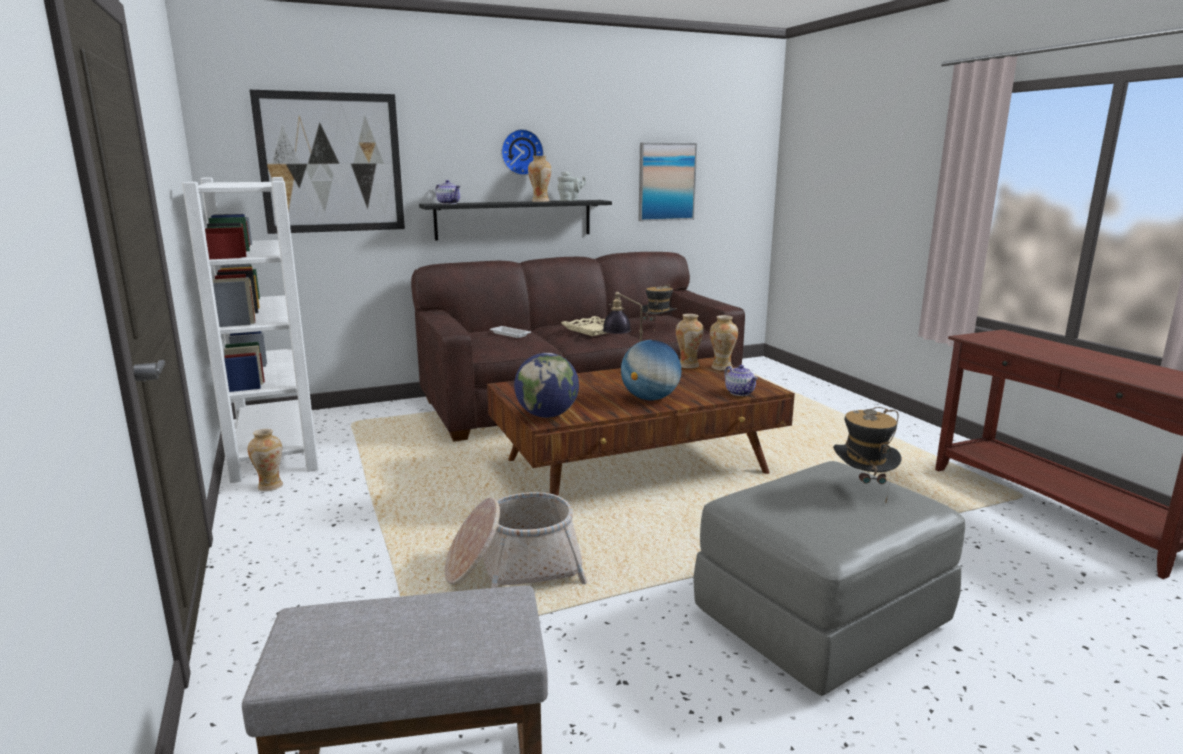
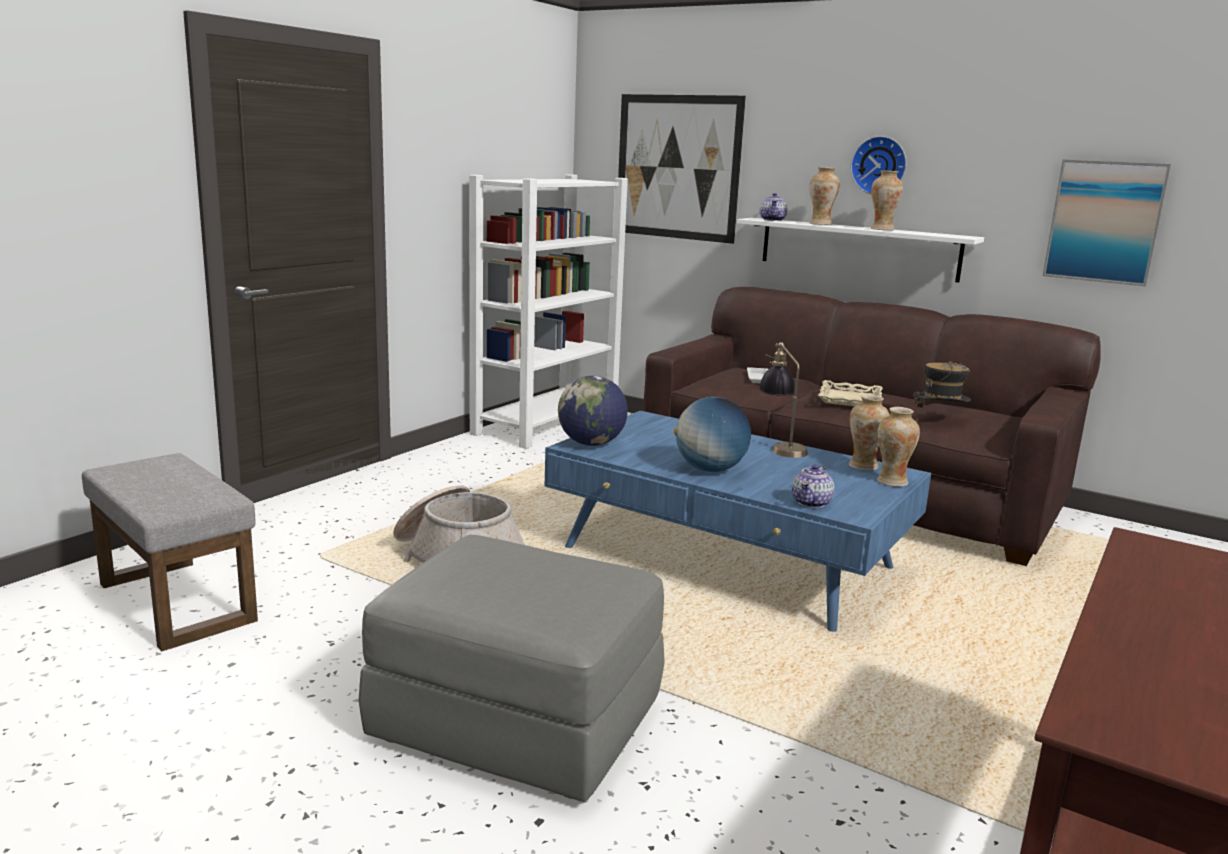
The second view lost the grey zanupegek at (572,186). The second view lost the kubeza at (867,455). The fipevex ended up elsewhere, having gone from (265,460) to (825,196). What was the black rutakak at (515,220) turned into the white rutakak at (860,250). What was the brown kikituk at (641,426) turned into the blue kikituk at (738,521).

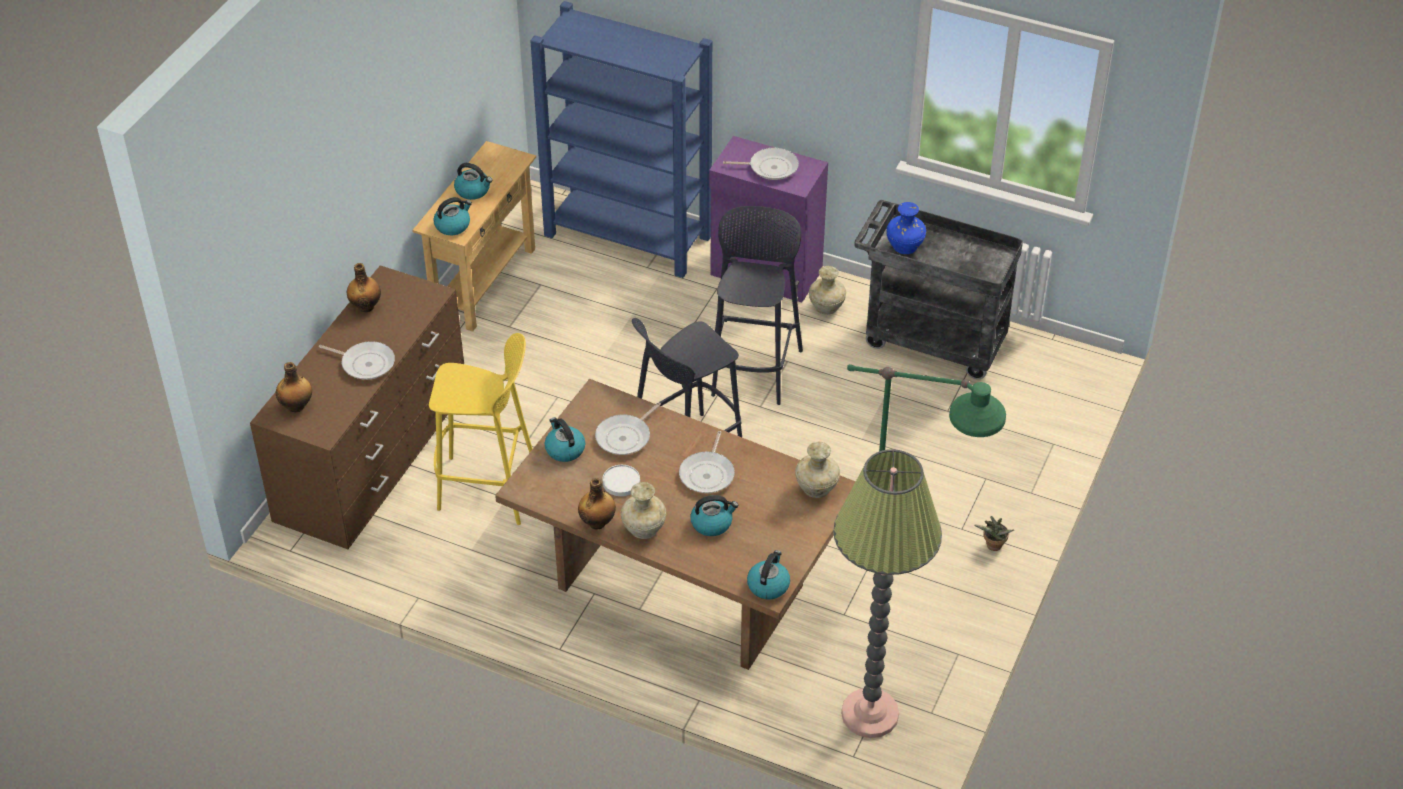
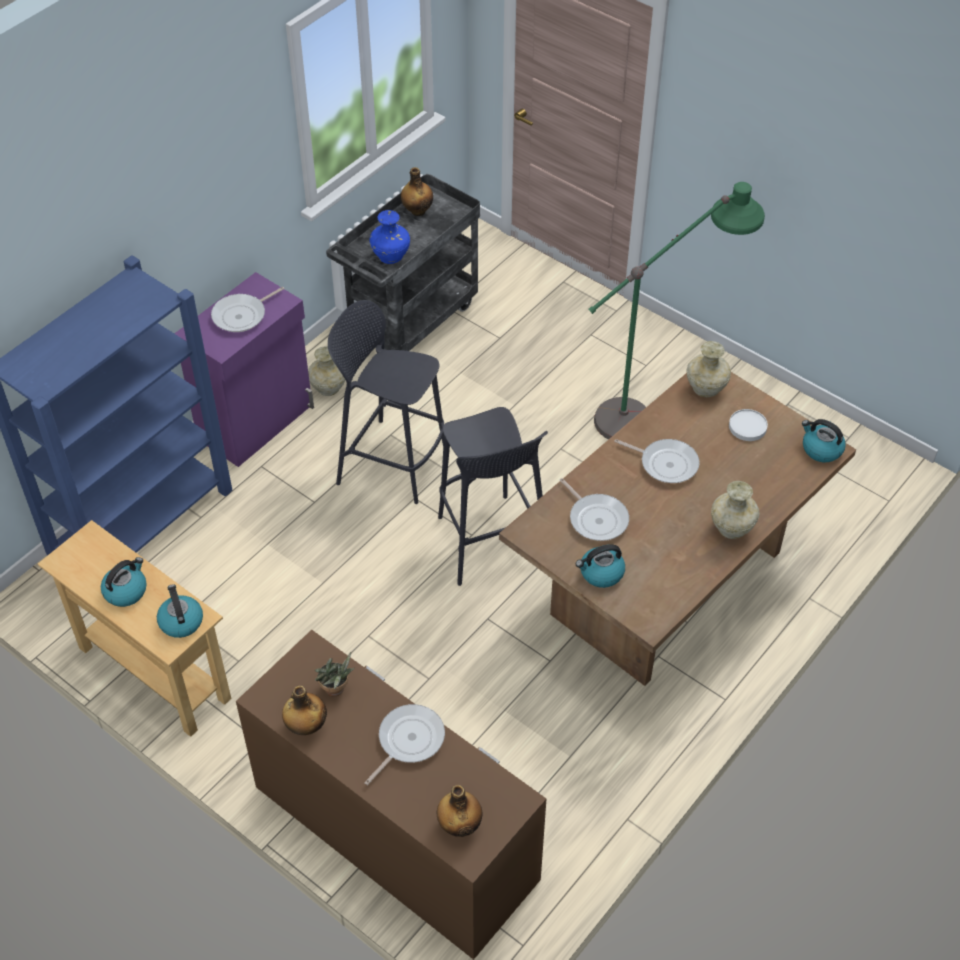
The second view lost the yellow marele at (481,429). The second view lost the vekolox at (714,515). The second view lost the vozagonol at (887,593). The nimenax ended up elsewhere, having gone from (597,503) to (417,191). The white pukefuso ended up elsewhere, having gone from (621,480) to (748,425). The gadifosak ended up elsewhere, having gone from (994,533) to (335,674). The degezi at (761,164) ended up facing another way, 150 degrees counterclockwise from before.

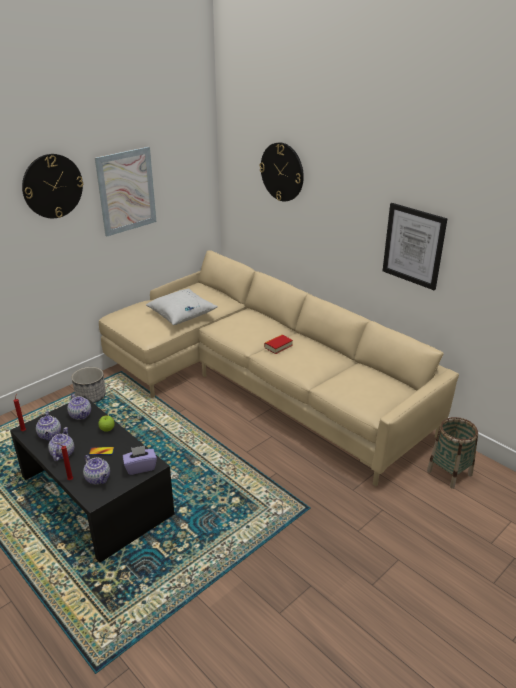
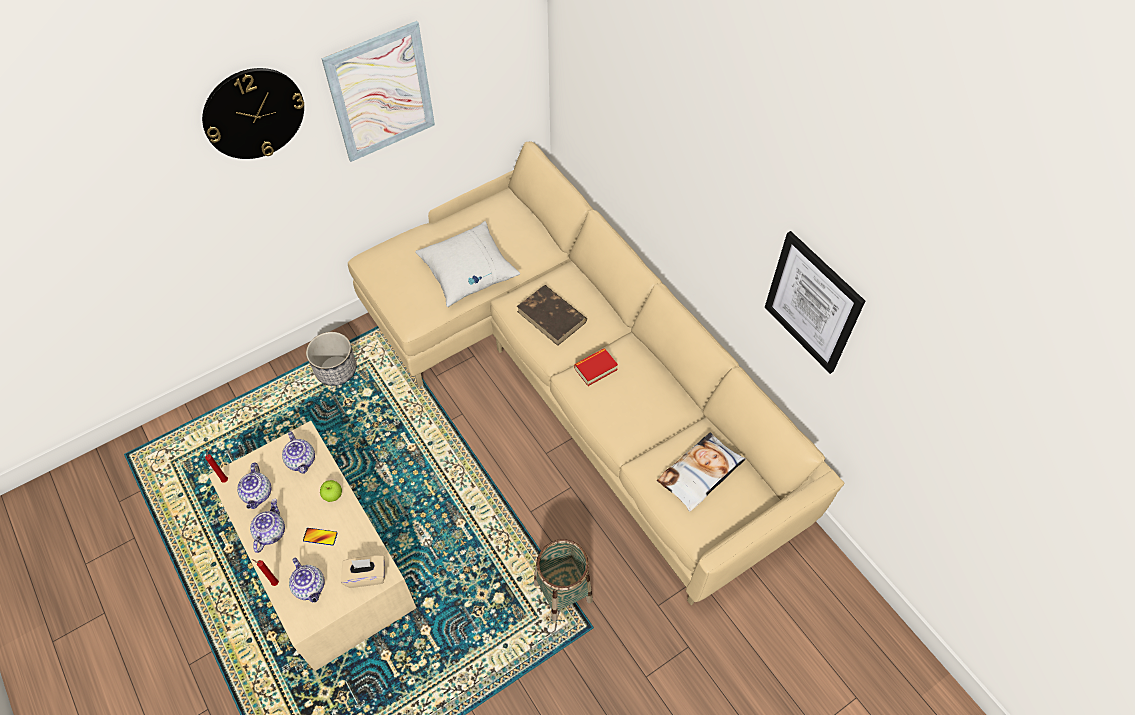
The second view lost the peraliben at (282,172). The second view gained the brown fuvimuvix at (552,315). The second view gained the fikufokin at (701,471). The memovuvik ended up elsewhere, having gone from (452,453) to (563,580). What was the black kikituk at (92,479) turned into the beige kikituk at (312,546). What was the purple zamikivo at (140,460) turned into the beige zamikivo at (363,571).

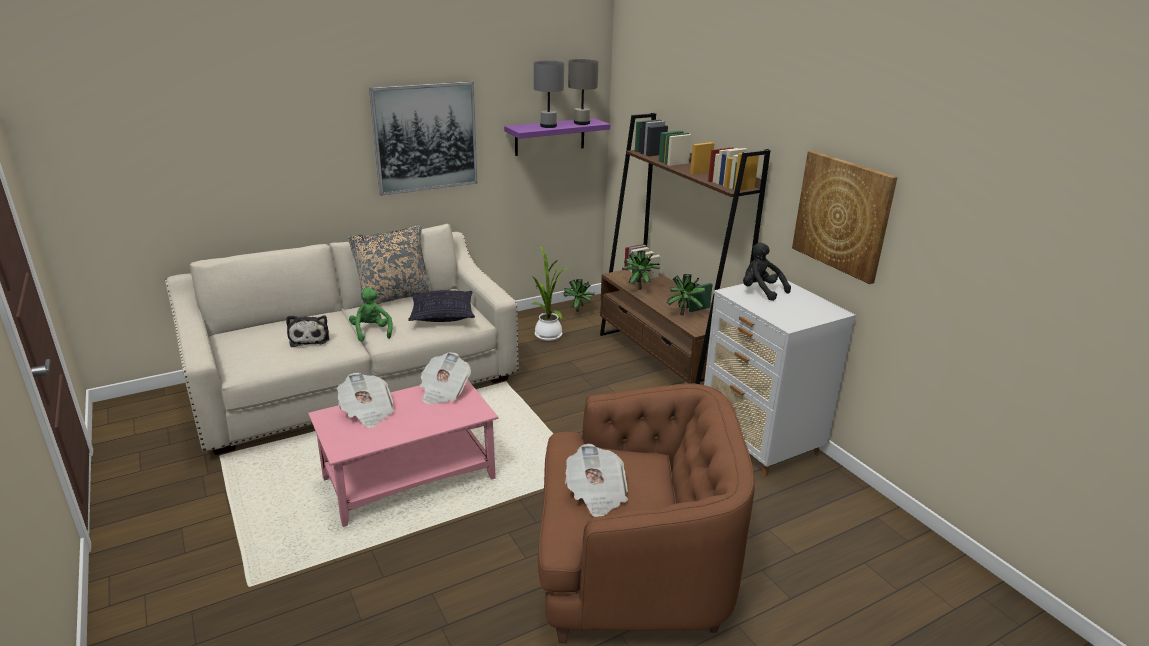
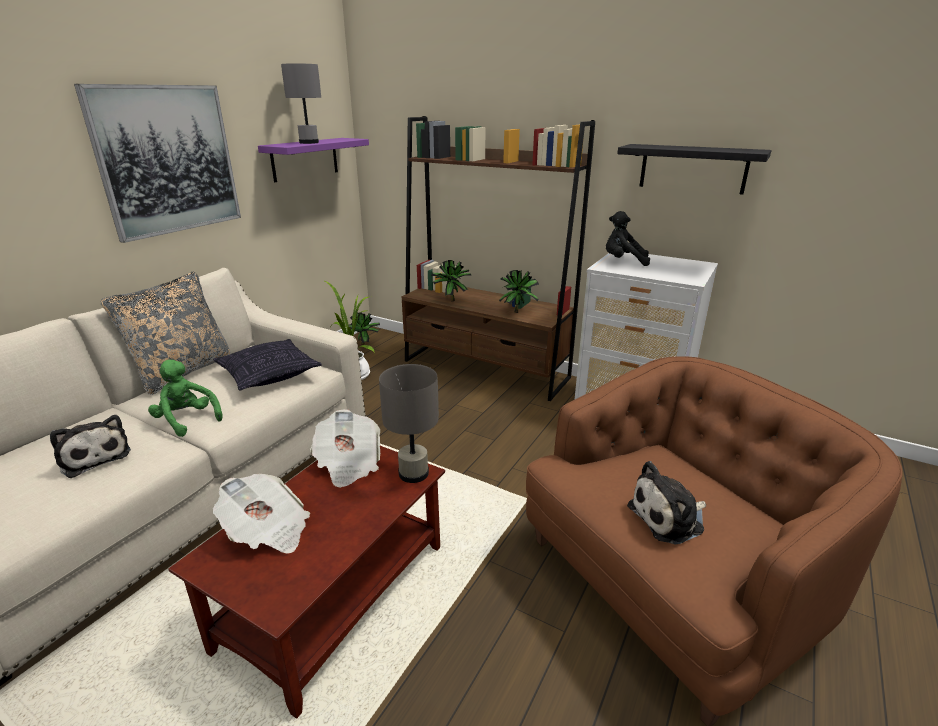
The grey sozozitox ended up elsewhere, having gone from (583,92) to (409,423). Where the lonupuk stood at (596,480), the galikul came to stand at (666,502). Where the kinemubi hung at (845,217), the black rutakak came to hang at (694,169). What was the pink kikituk at (403,453) turned into the brown kikituk at (306,582).

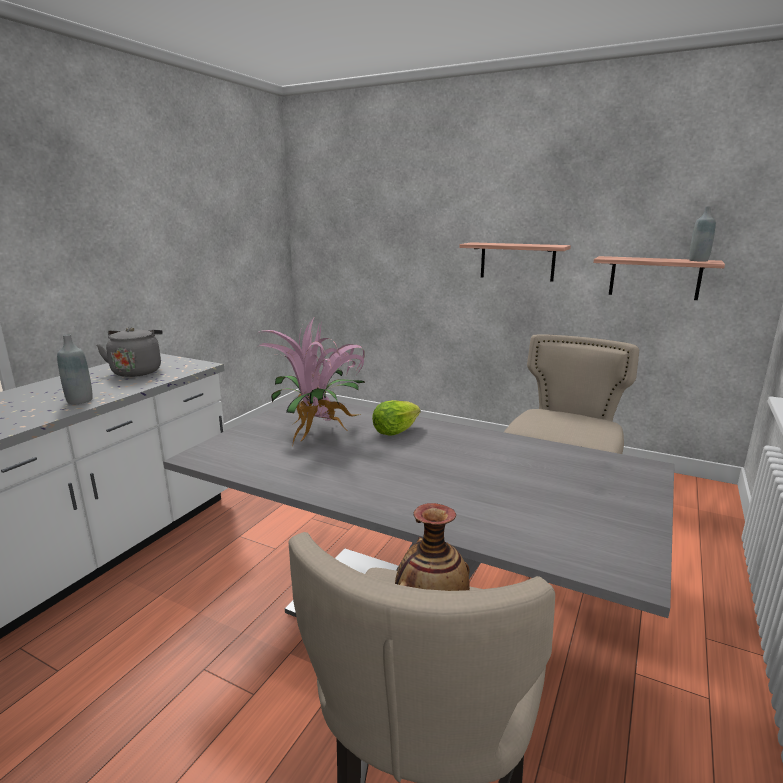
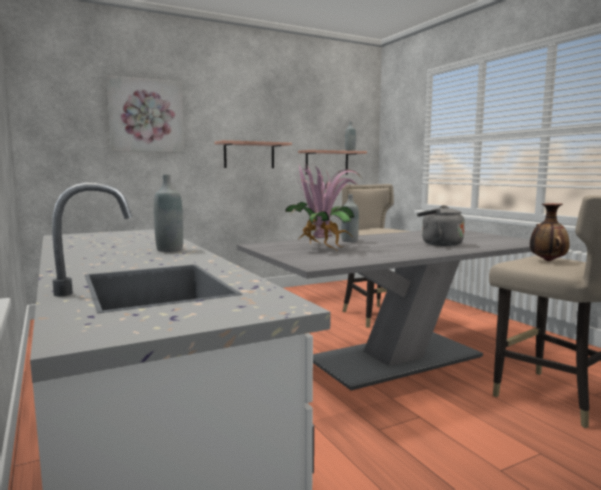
The second view gained the kinemubi at (145,114). The grey vekolox ended up elsewhere, having gone from (129,352) to (441,225). Where the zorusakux stood at (396,418), the grey nimenax came to stand at (350,218).

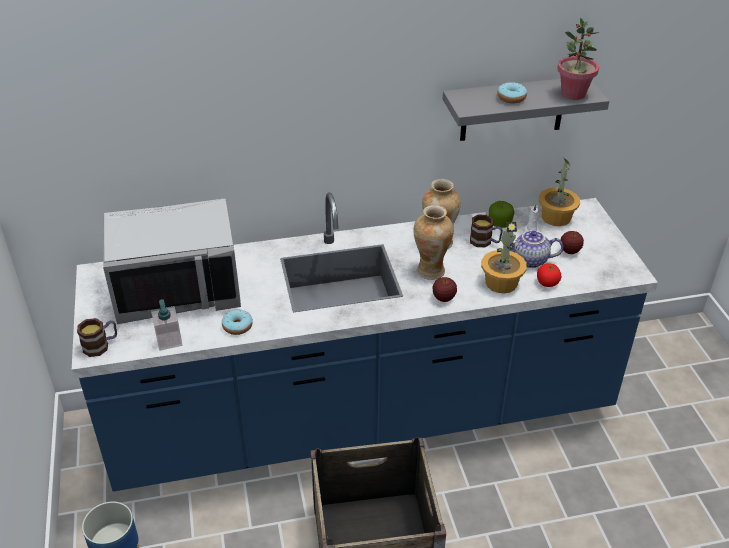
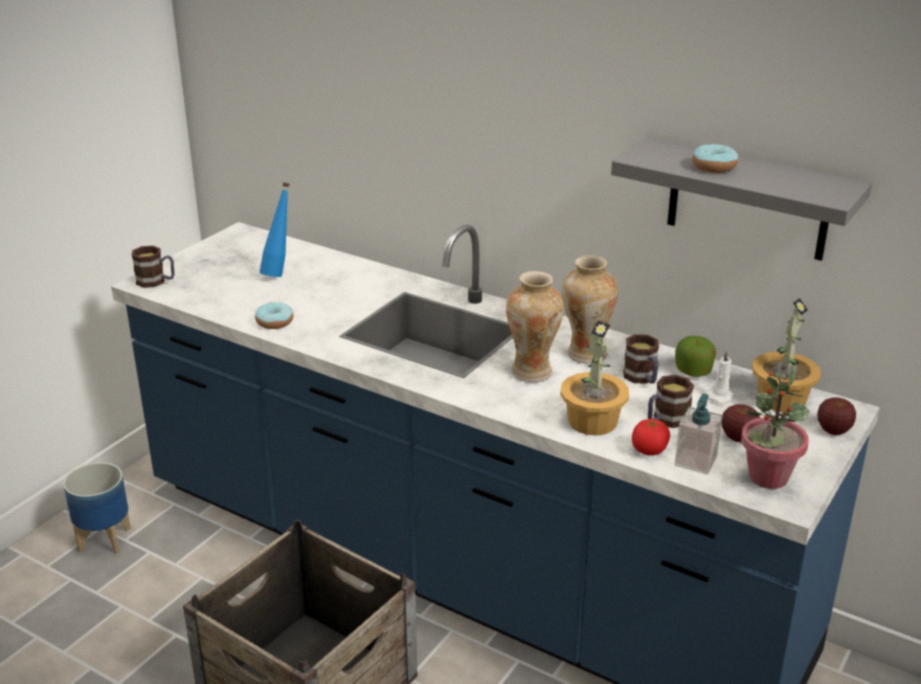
The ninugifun ended up elsewhere, having gone from (166,325) to (698,434). The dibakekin ended up elsewhere, having gone from (444,289) to (836,416). The gadifosak ended up elsewhere, having gone from (578,59) to (775,427). Where the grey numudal stood at (172,261), the blue nimenax came to stand at (275,229). Where the zanupegek stood at (536,249), the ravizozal came to stand at (671,401).

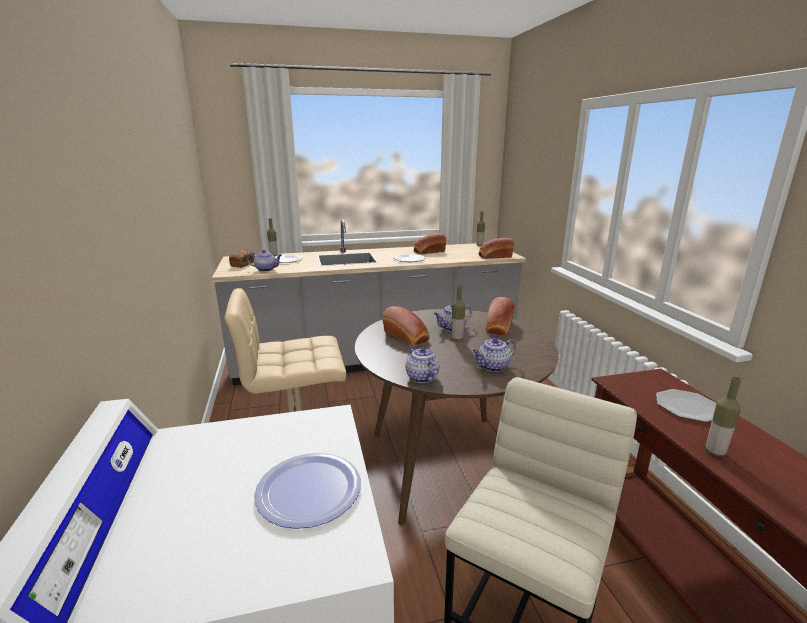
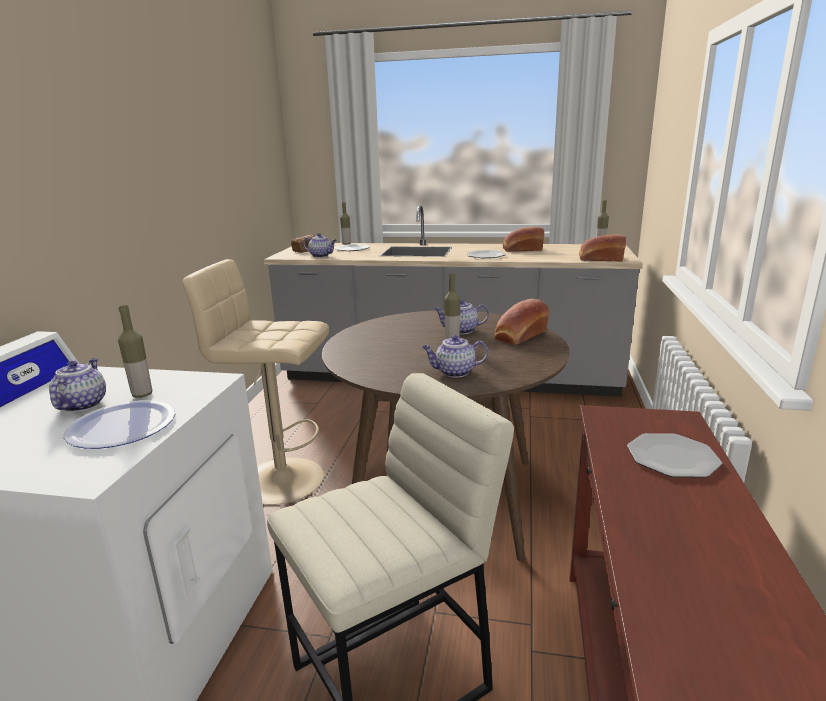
The second view lost the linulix at (406,326). The zanupegek ended up elsewhere, having gone from (423,364) to (77,385). The nimenax ended up elsewhere, having gone from (723,417) to (135,351).

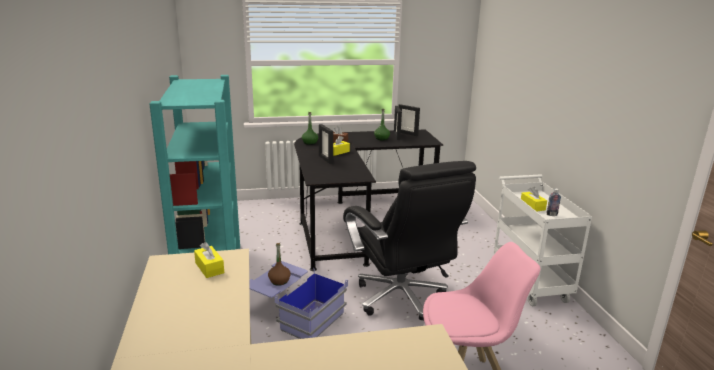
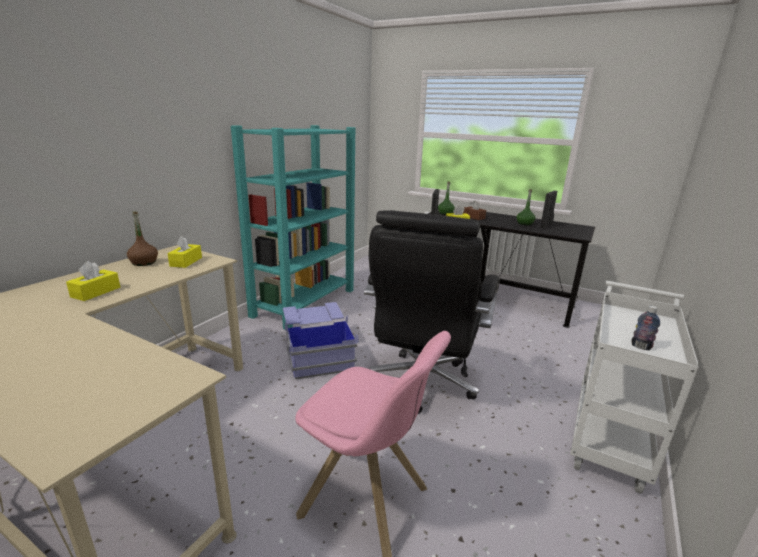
The second view lost the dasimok at (409,120). The brown nimenax ended up elsewhere, having gone from (279,264) to (142,239). The yellow zamikivo ended up elsewhere, having gone from (534,199) to (93,281).

